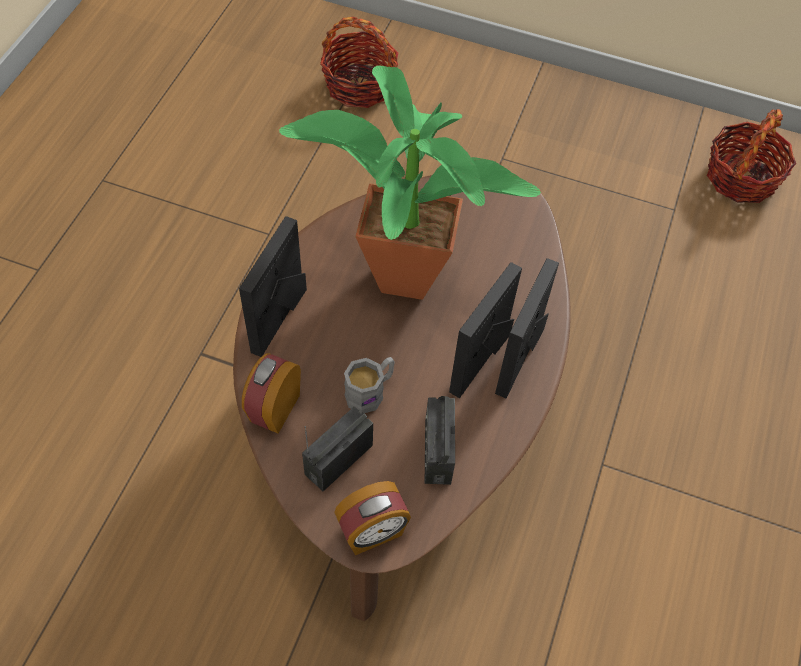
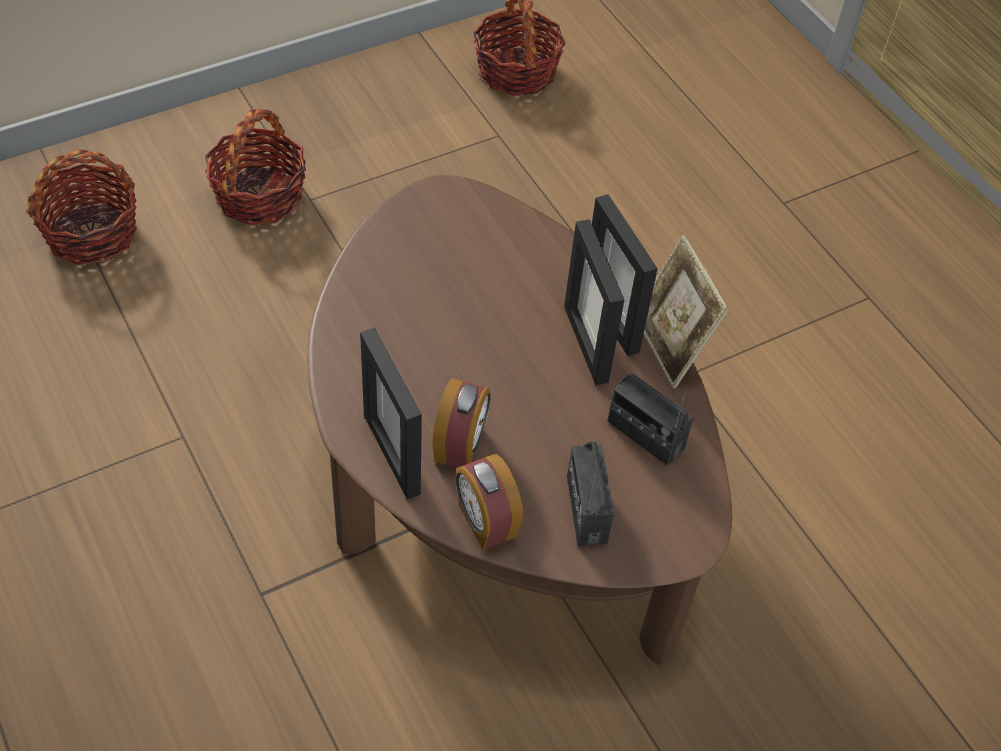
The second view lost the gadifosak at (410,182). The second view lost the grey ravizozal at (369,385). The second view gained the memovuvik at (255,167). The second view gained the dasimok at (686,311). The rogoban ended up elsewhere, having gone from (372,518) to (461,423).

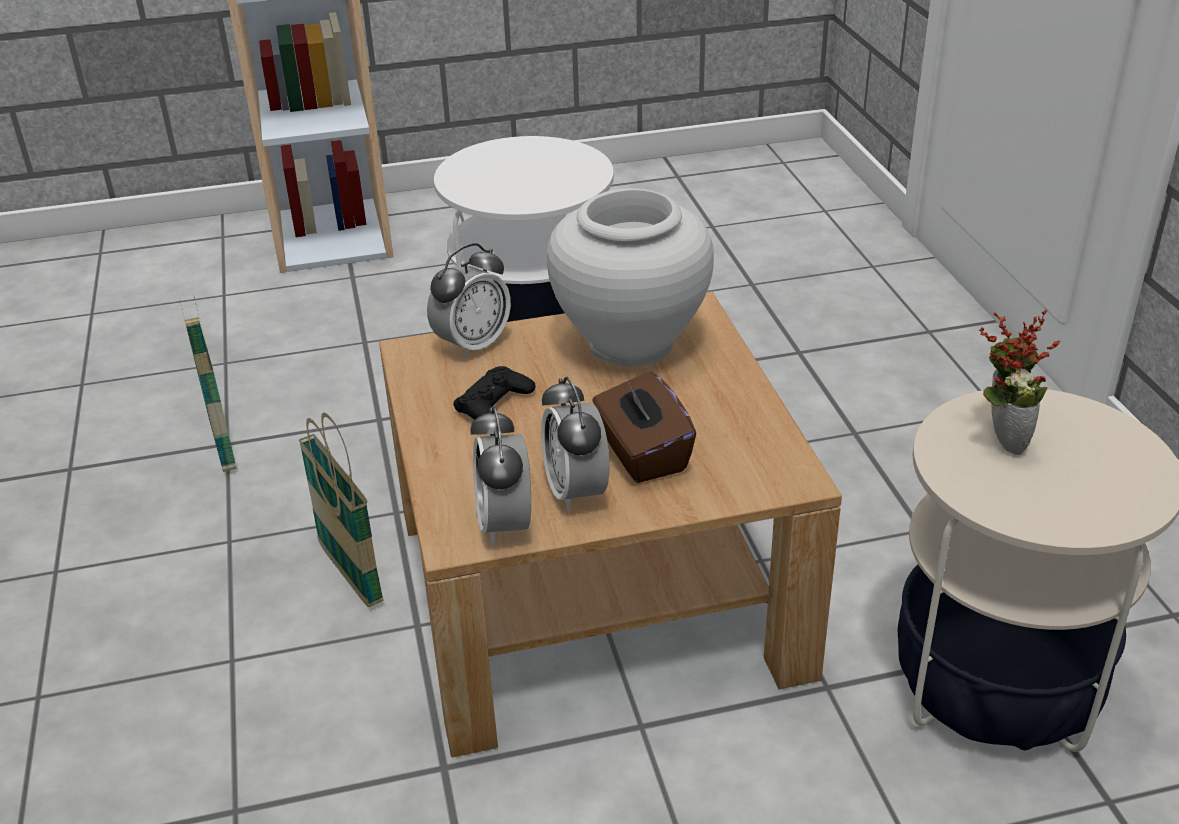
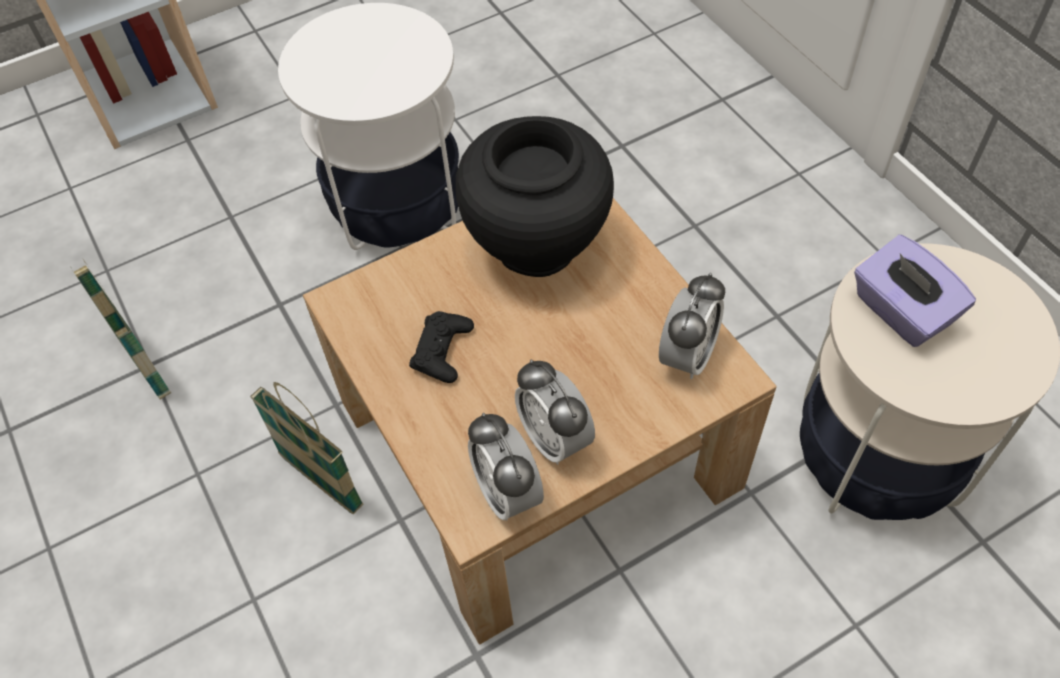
The second view lost the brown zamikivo at (644,427). The rogoban ended up elsewhere, having gone from (469,301) to (692,326). Where the gadifosak stood at (1019,382), the purple zamikivo came to stand at (915,291). What was the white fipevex at (630,277) turned into the black fipevex at (535,196).

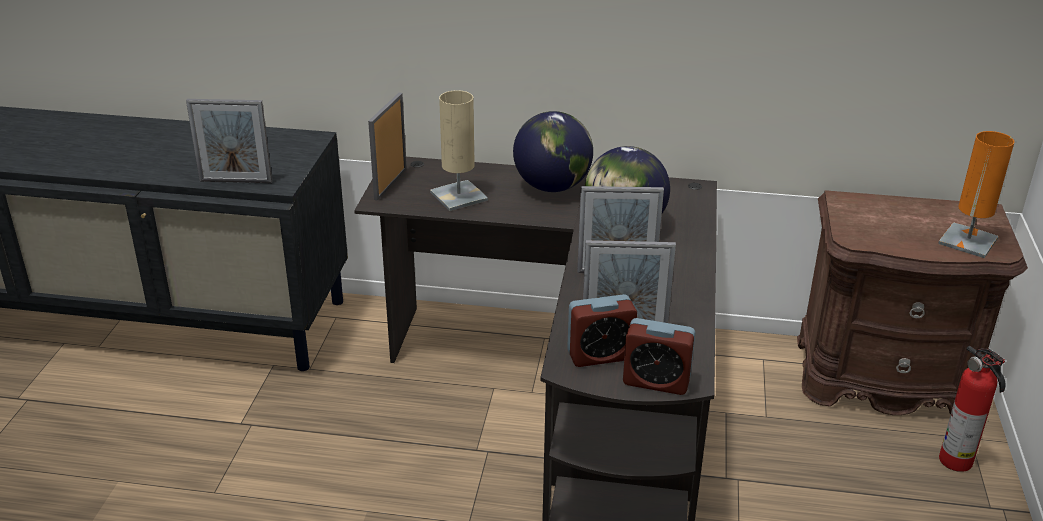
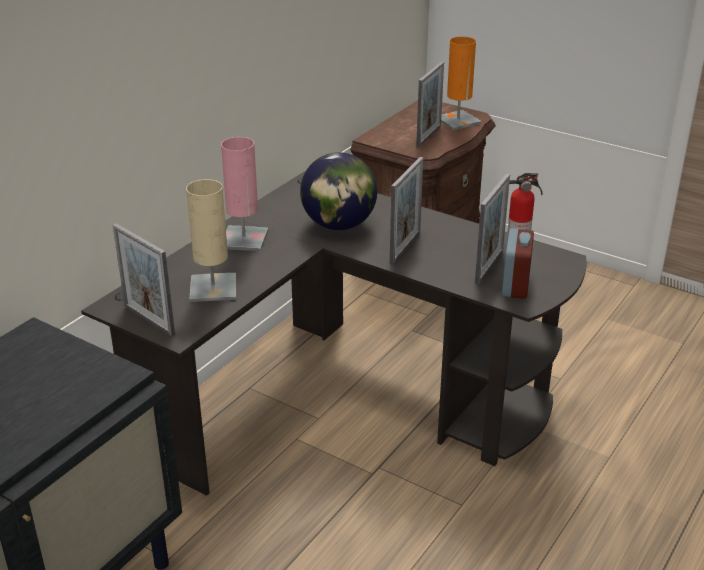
The second view lost the rogoban at (659,356). The dasimok ended up elsewhere, having gone from (229,141) to (430,104). Where the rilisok stood at (553,151), the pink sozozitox came to stand at (244,194).

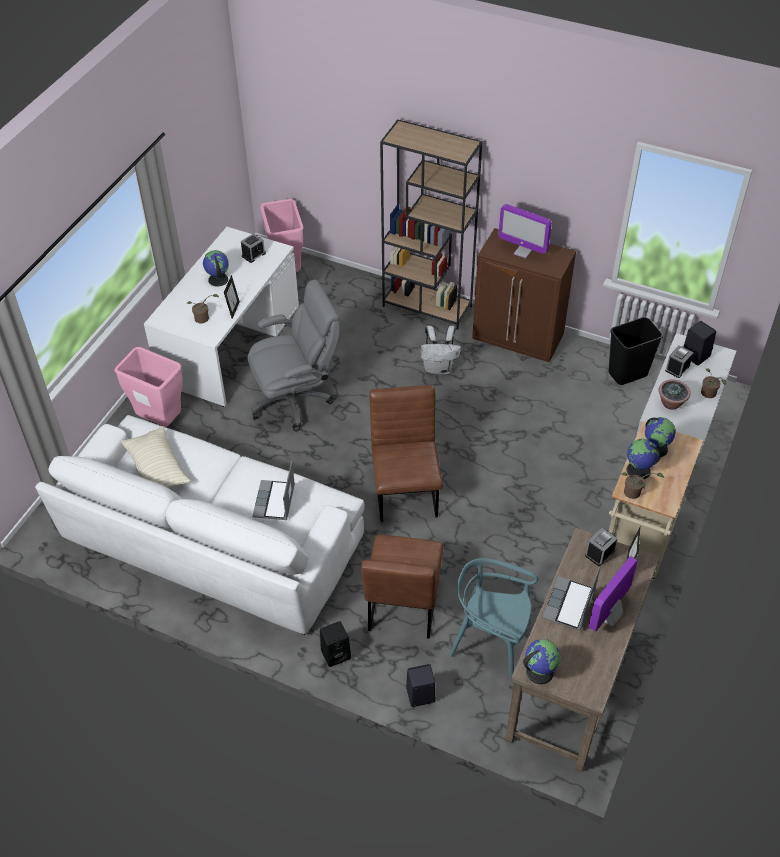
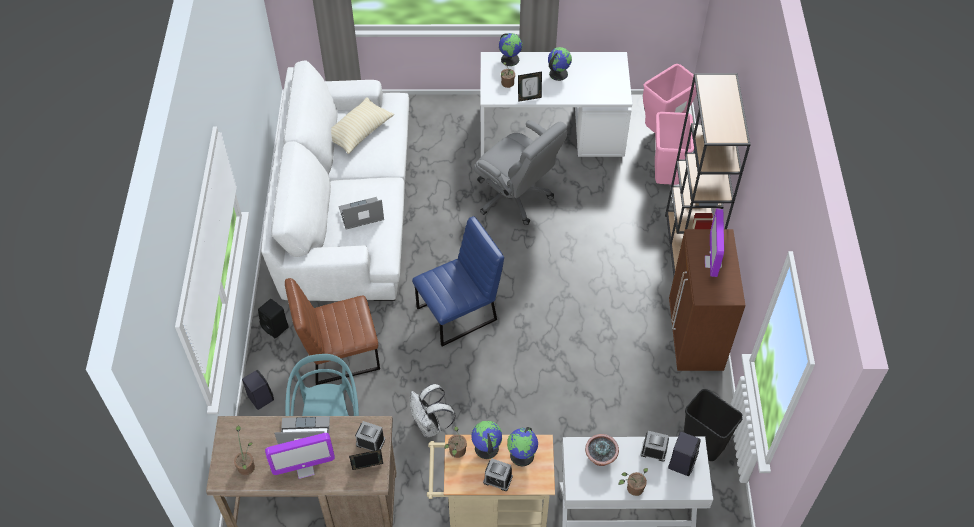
The second view gained the gadifosak at (244,450). The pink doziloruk ended up elsewhere, having gone from (148,387) to (674,148). The rogoban ended up elsewhere, having gone from (253,248) to (498,474). The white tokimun ended up elsewhere, having gone from (441,350) to (432,410). The rilisok ended up elsewhere, having gone from (542,661) to (510,49). What was the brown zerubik at (406,453) turned into the blue zerubik at (458,281). The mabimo at (613,593) ended up facing another way, 150 degrees clockwise from before.

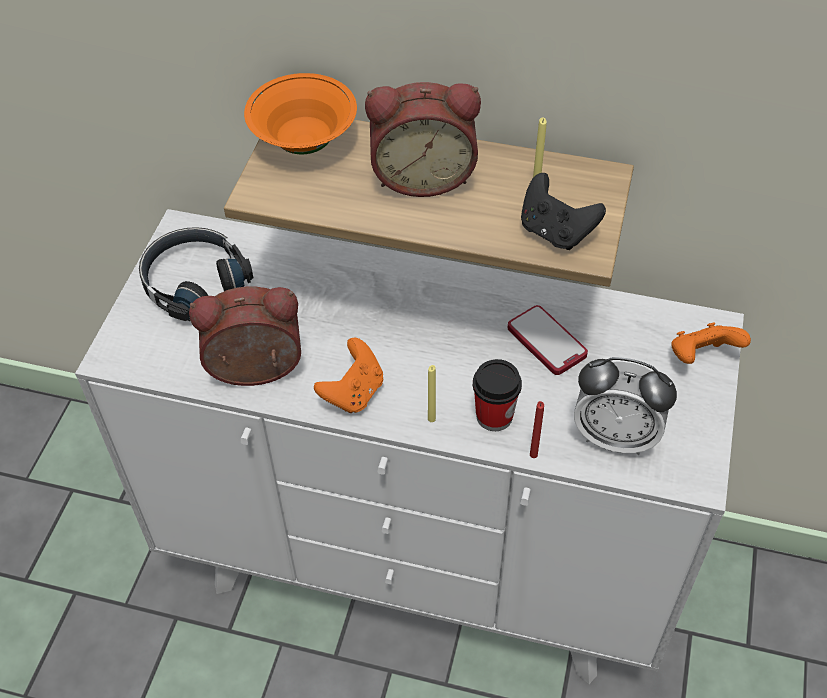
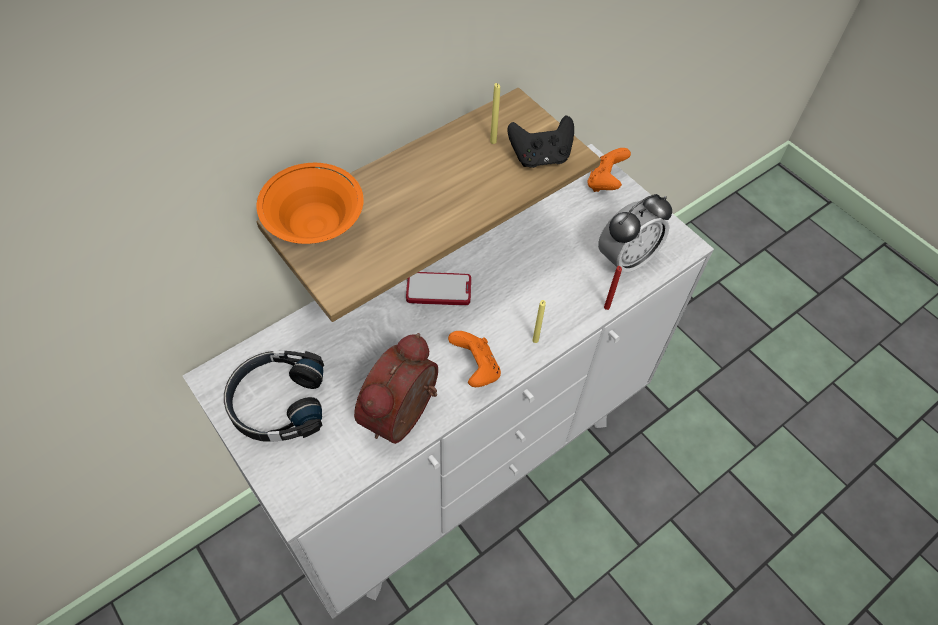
The second view lost the rogoban at (423,139). The second view lost the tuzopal at (497,395). The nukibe ended up elsewhere, having gone from (548,340) to (438,288).

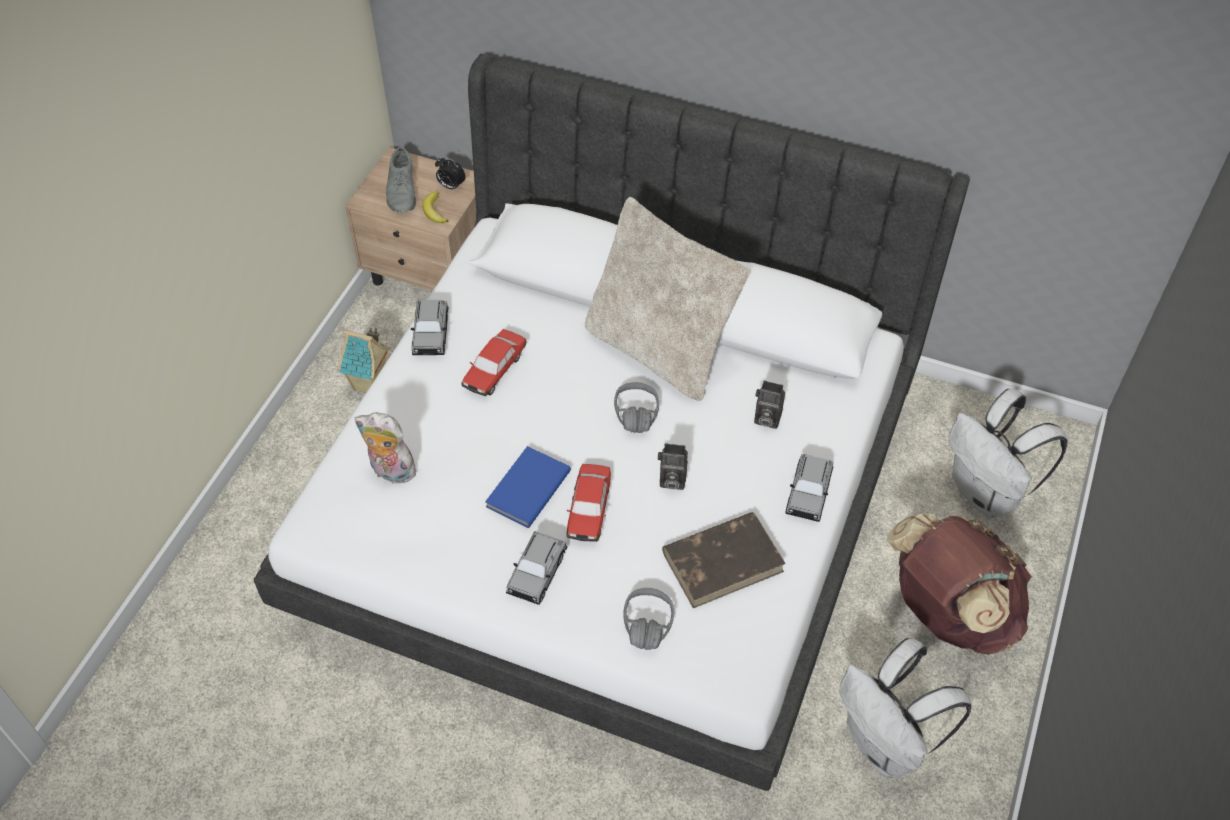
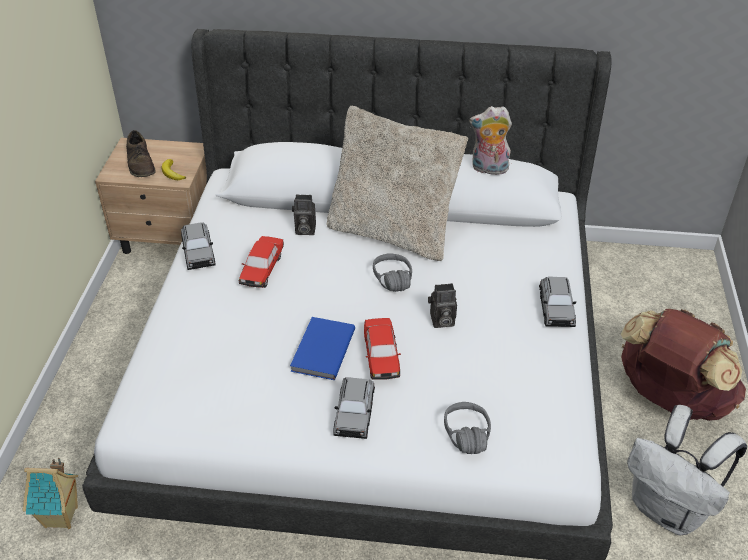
The second view lost the rogoban at (450,173). The second view lost the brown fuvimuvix at (724,560). The second view lost the white tokimun at (1008,453). The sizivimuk ended up elsewhere, having gone from (364,359) to (50,493). The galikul ended up elsewhere, having gone from (385,448) to (490,140). The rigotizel ended up elsewhere, having gone from (769,404) to (304,214). What was the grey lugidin at (401,179) turned into the brown lugidin at (141,153).

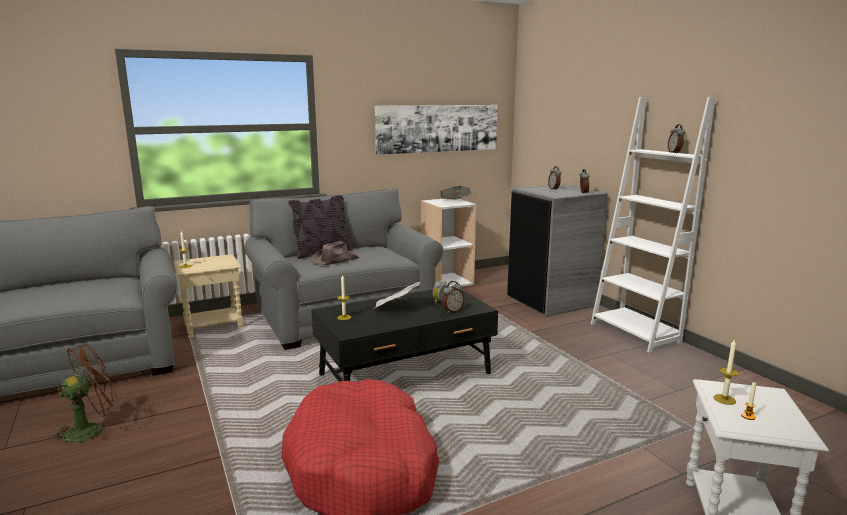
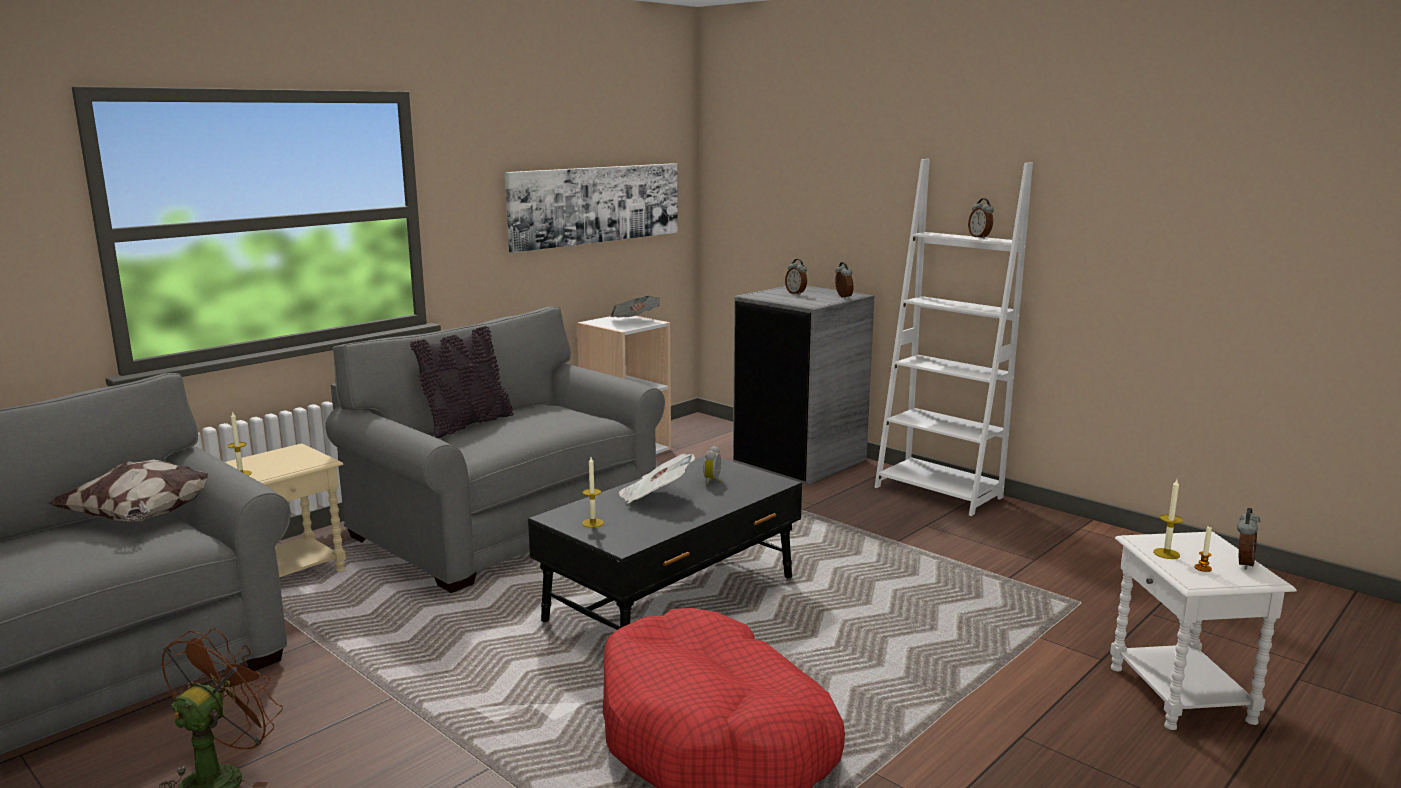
The second view lost the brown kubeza at (335,253). The second view gained the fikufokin at (127,490). The rogoban ended up elsewhere, having gone from (453,297) to (1248,539).

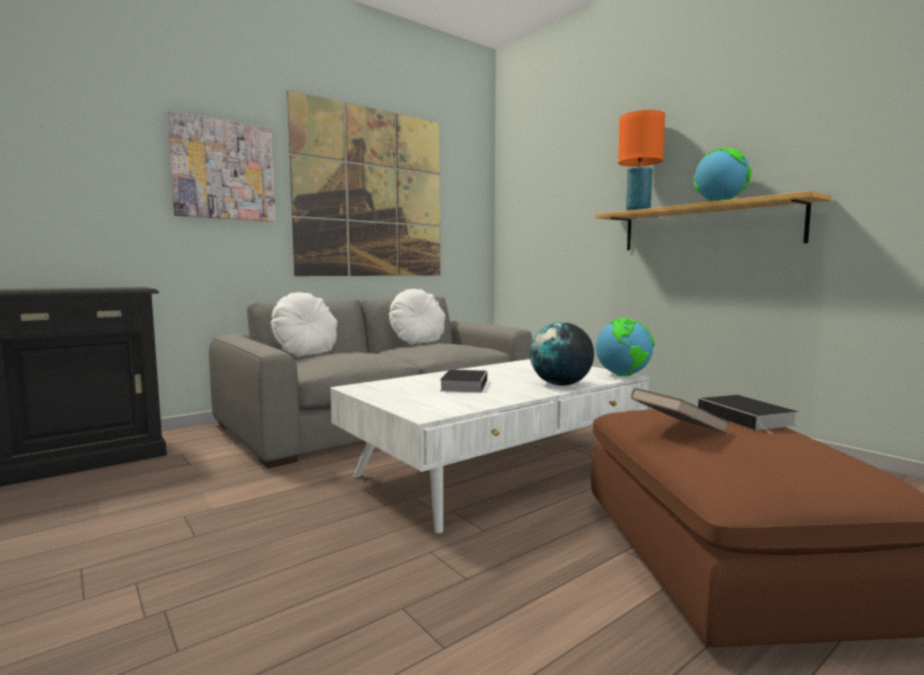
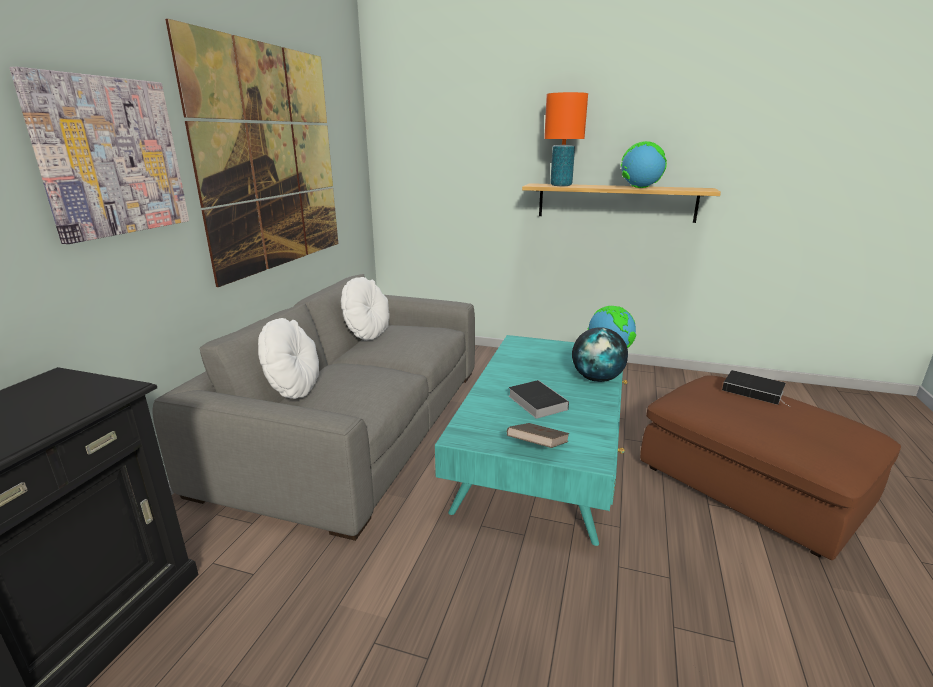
The brown fuvimuvix ended up elsewhere, having gone from (680,410) to (538,435). What was the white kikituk at (490,446) turned into the turquoise kikituk at (531,440).

